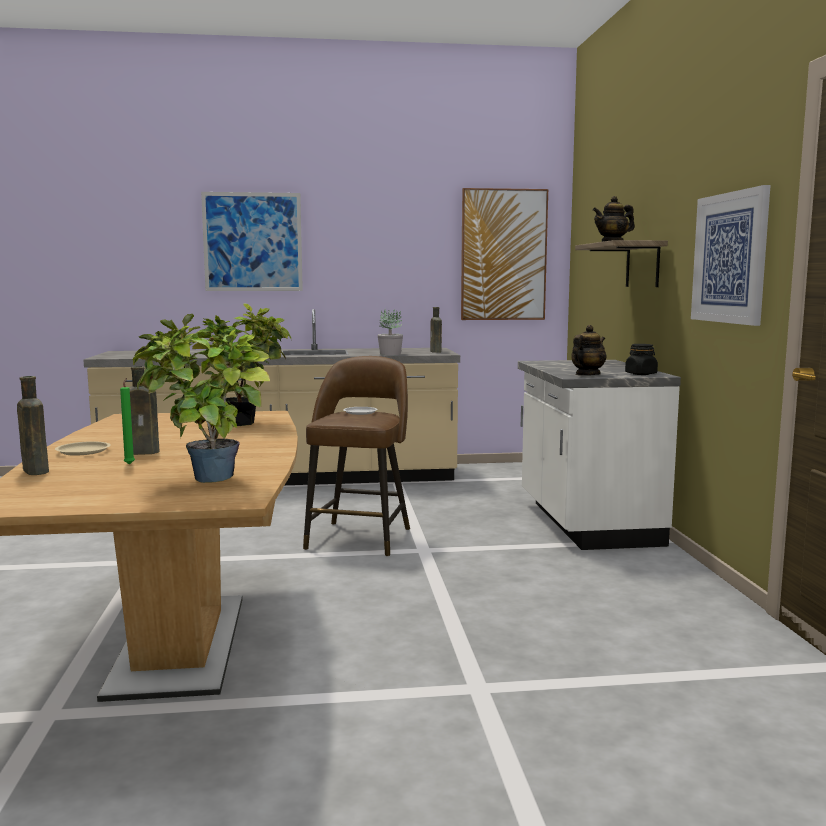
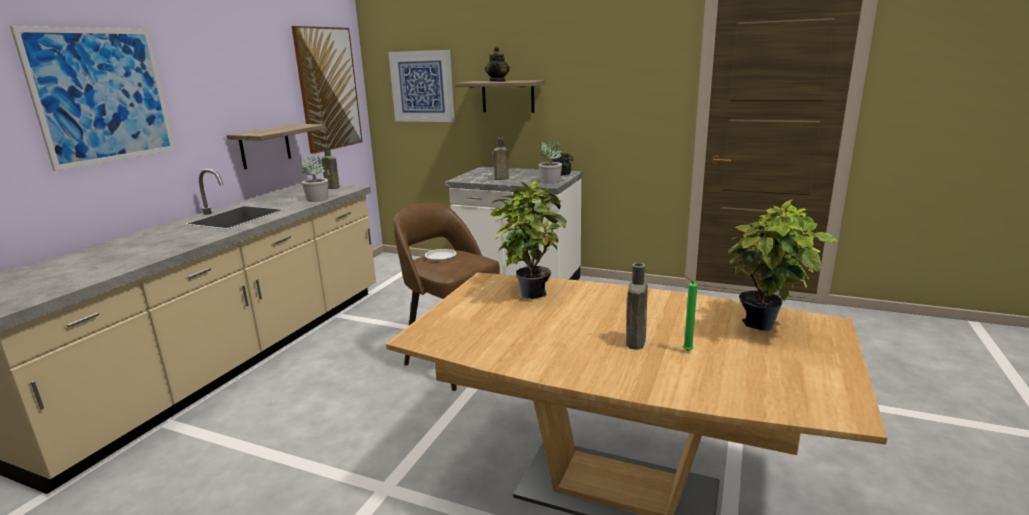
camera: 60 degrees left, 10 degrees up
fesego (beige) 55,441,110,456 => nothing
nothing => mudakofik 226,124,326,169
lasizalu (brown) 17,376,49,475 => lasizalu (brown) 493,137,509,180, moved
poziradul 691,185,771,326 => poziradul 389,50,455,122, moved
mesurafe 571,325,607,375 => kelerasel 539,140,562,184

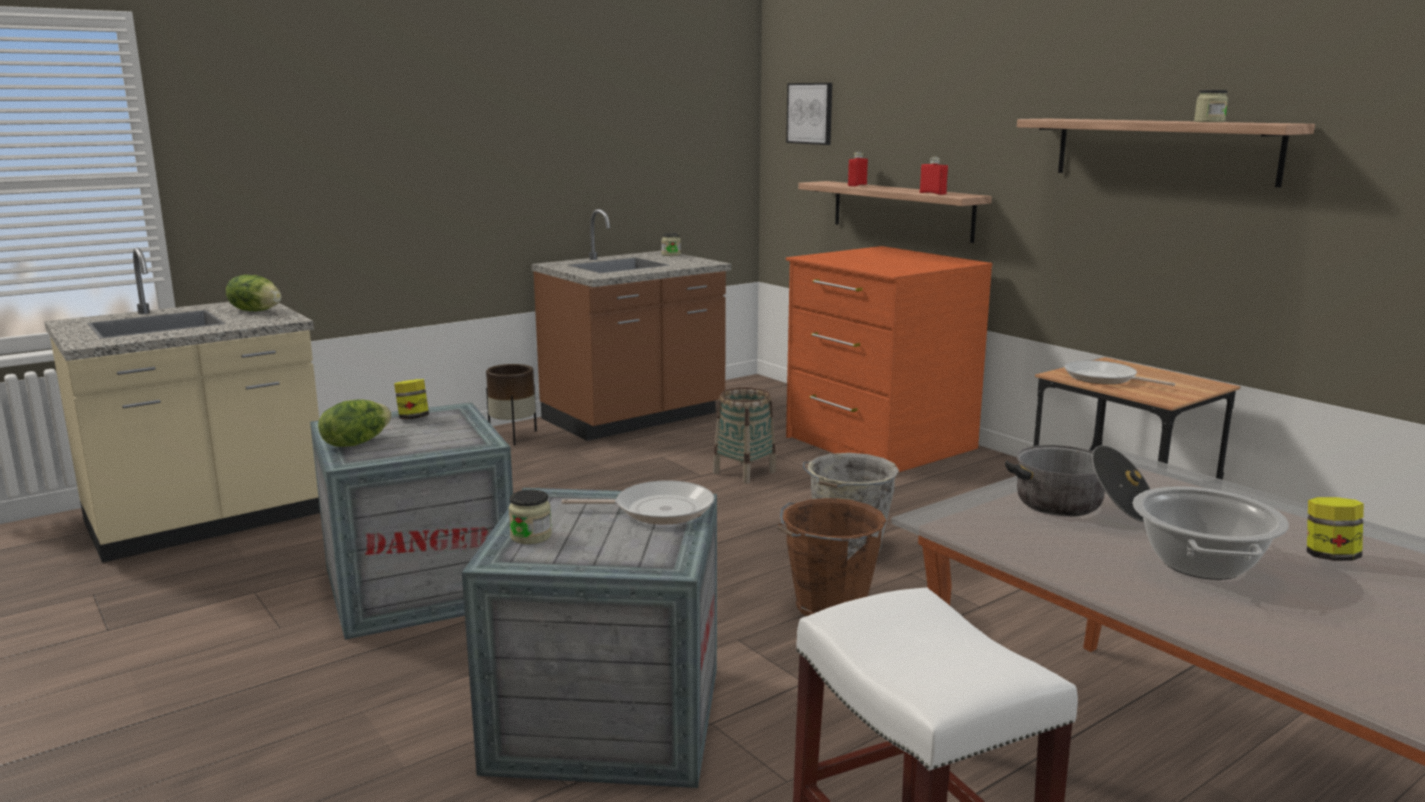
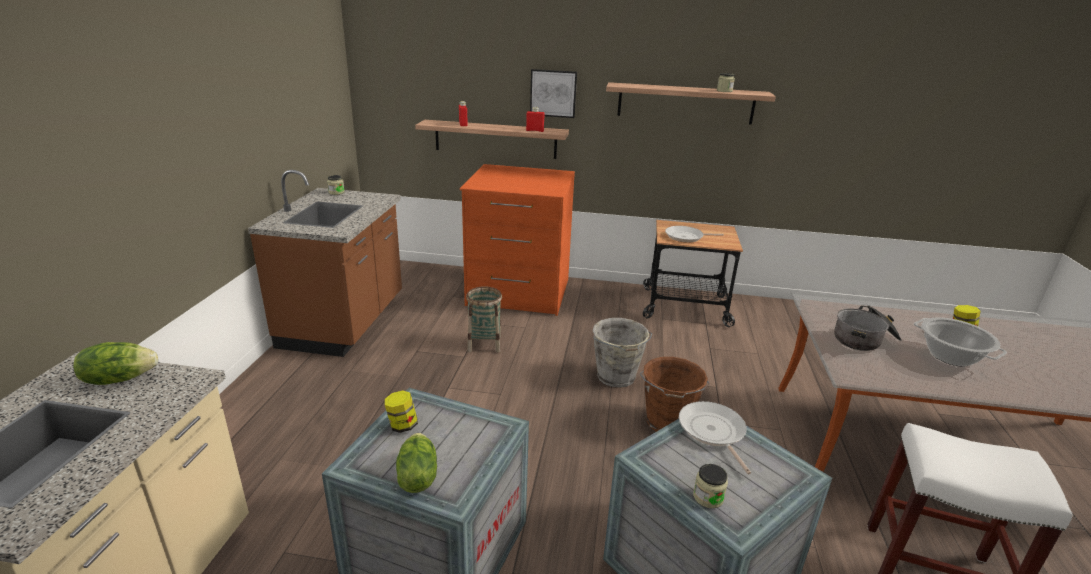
camera: 45 degrees left, 10 degrees up
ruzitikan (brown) 486,364,537,445 => nothing
poziradul 786,83,832,145 => poziradul 530,69,577,118, moved
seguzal 562,480,714,525 => seguzal 679,401,751,475, 60 degrees counterclockwise

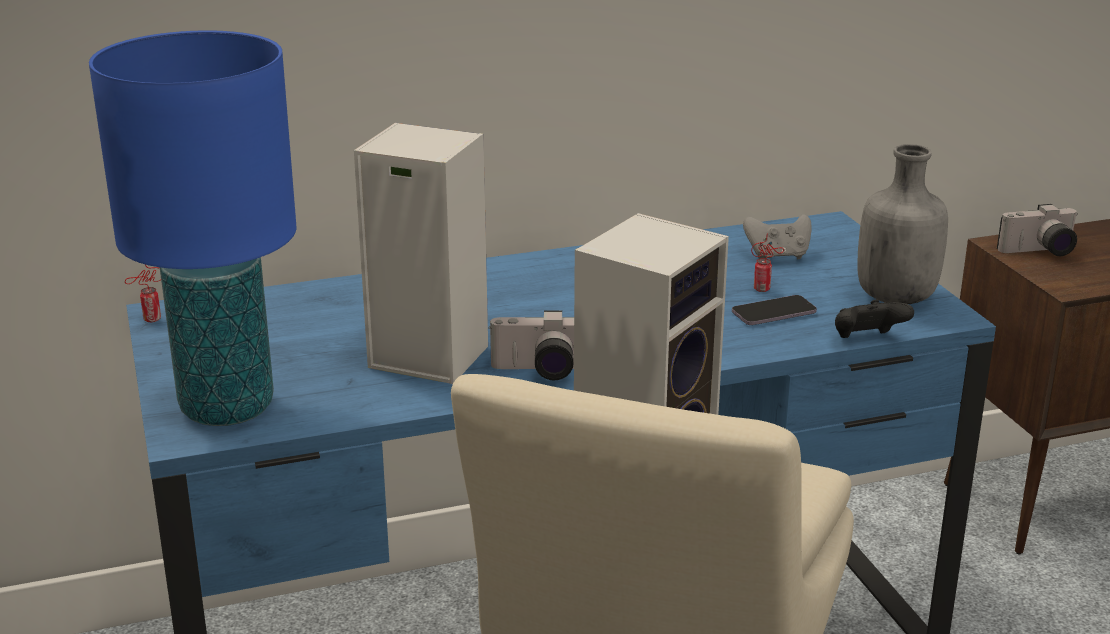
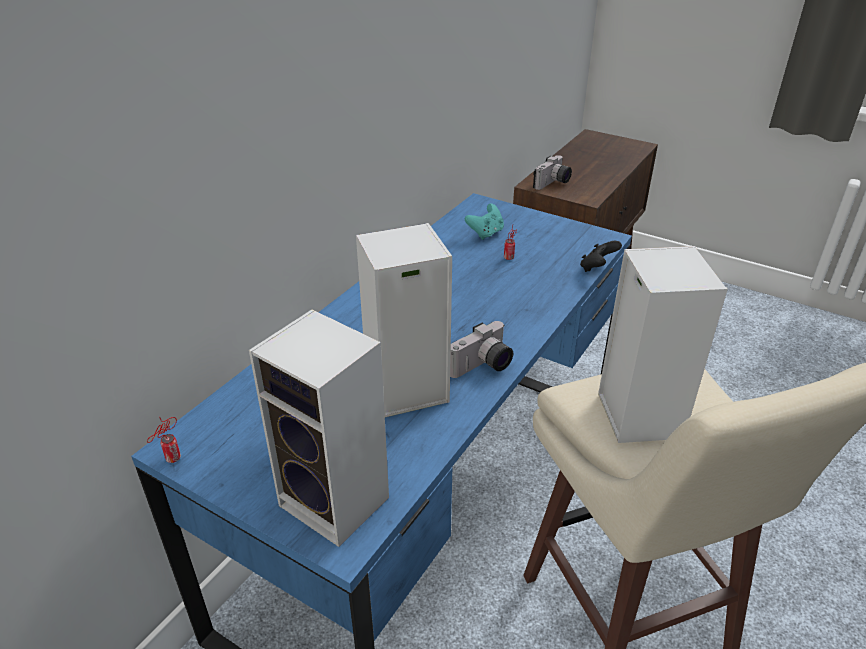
camera: 40 degrees left, 10 degrees up
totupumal 732,295,817,325 => nothing
lasizalu (grey) 857,144,948,304 => nothing
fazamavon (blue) 89,30,297,426 => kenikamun 249,309,389,547
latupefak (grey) 743,214,812,259 => latupefak (turquoise) 465,204,504,240

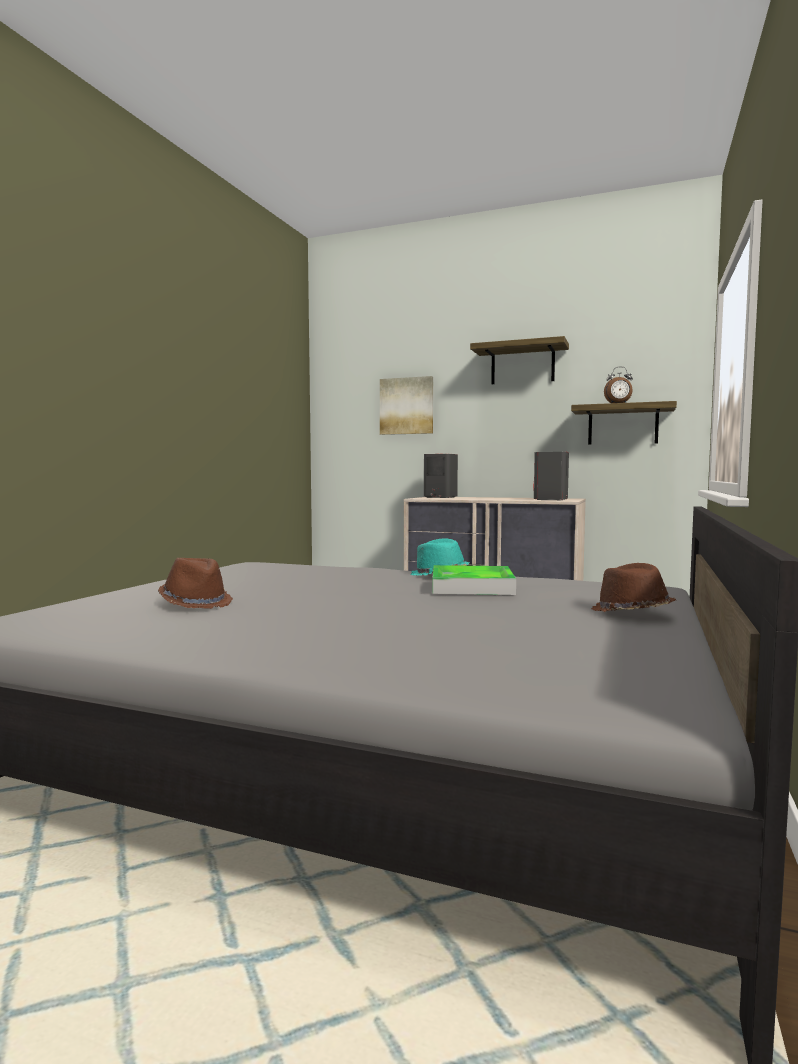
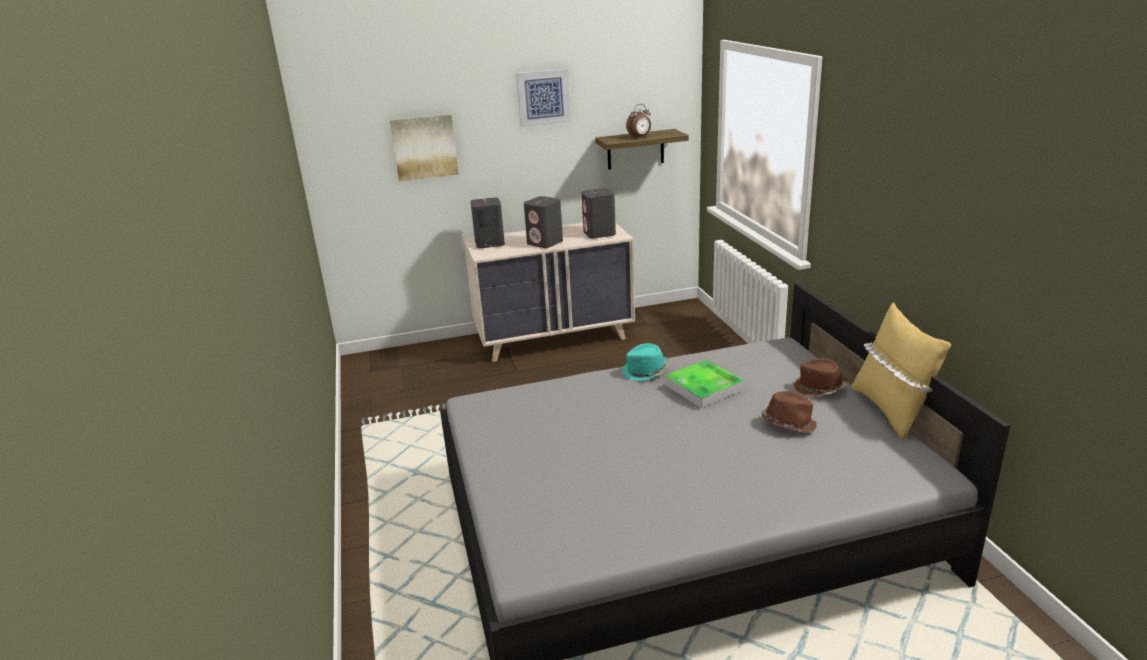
camera: 35 degrees left, 20 degrees up
nothing => kenikamun (grey) 524,196,563,248
nothing => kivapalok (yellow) 851,302,951,440
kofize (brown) 158,558,233,609 => kofize (brown) 761,391,817,433, moved
mudakofik 470,336,569,384 => poziradul 516,69,571,127

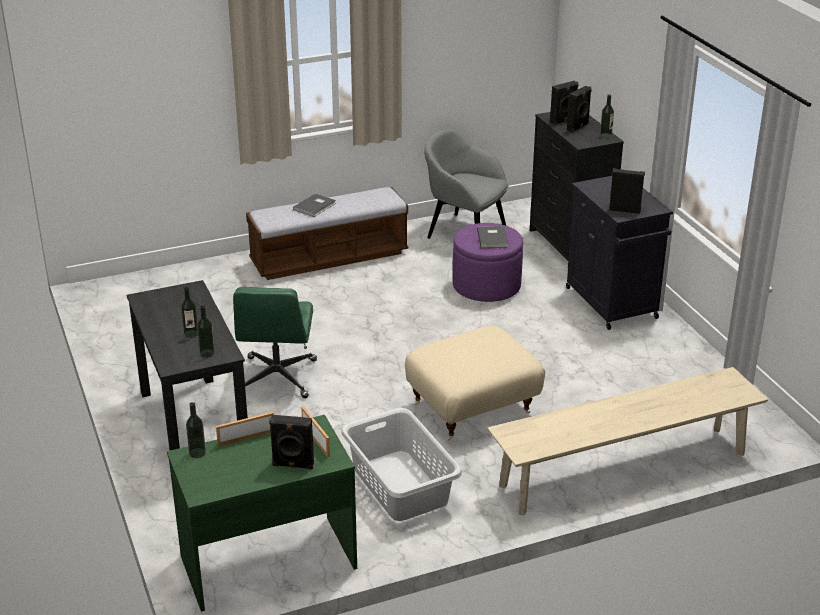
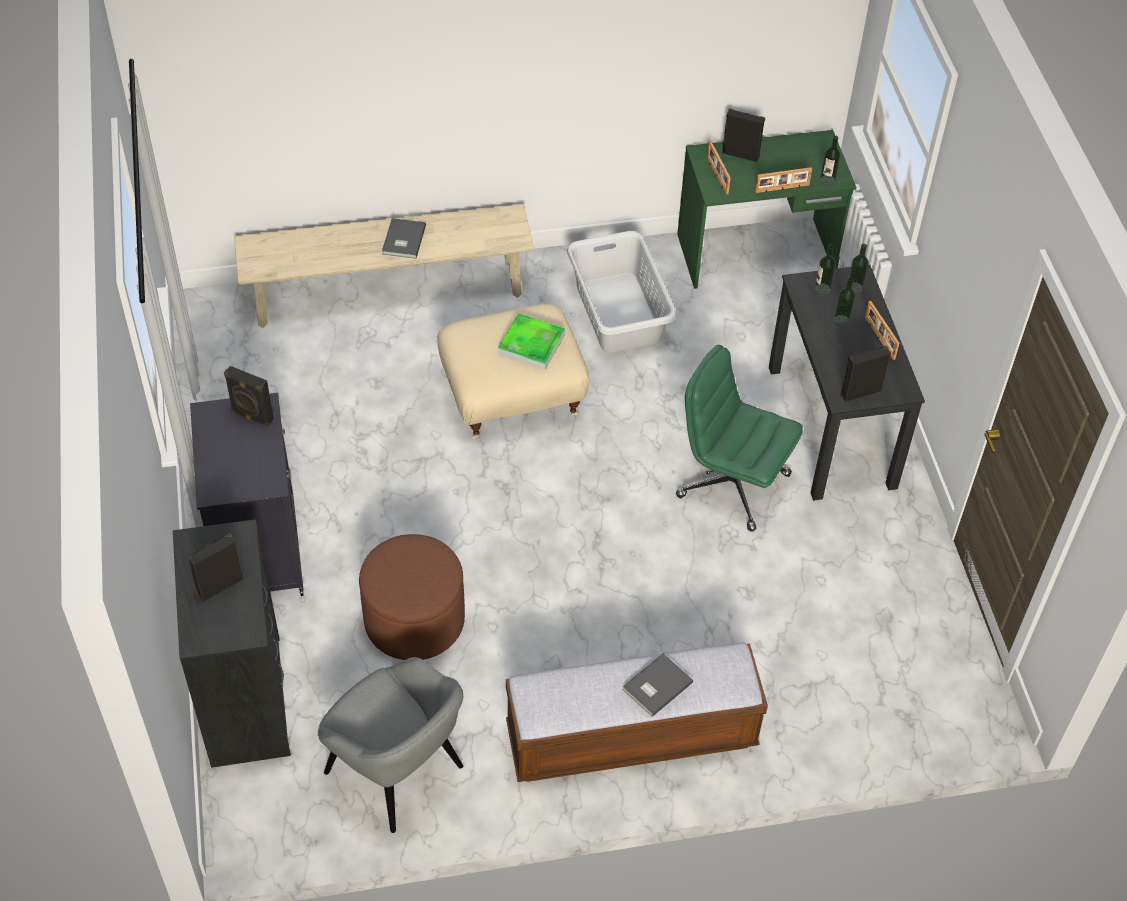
camera: 170 degrees left, 20 degrees up
nothing => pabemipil 498,313,565,370
nothing => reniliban 865,301,899,360
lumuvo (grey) 477,226,508,248 => lumuvo (grey) 382,218,426,259, moved
kenikamun (black) 550,81,579,125 => kenikamun (black) 840,346,891,402, moved
lasizalu 600,94,614,138 => lasizalu 849,244,869,294, moved
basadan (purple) 453,223,523,302 => basadan (brown) 359,534,465,660
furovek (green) 233,287,317,398 => furovek (green) 676,345,803,532, 75 degrees counterclockwise

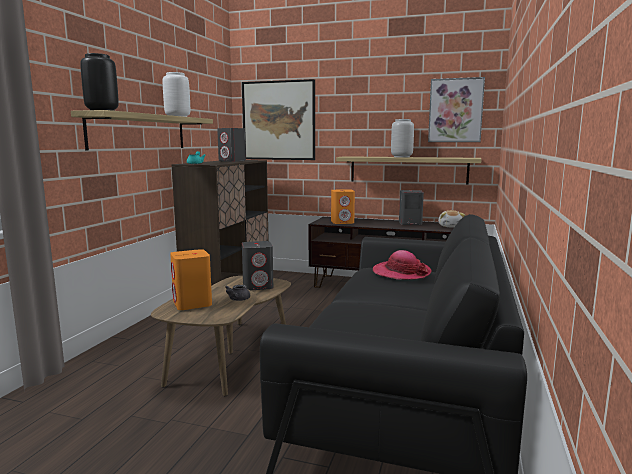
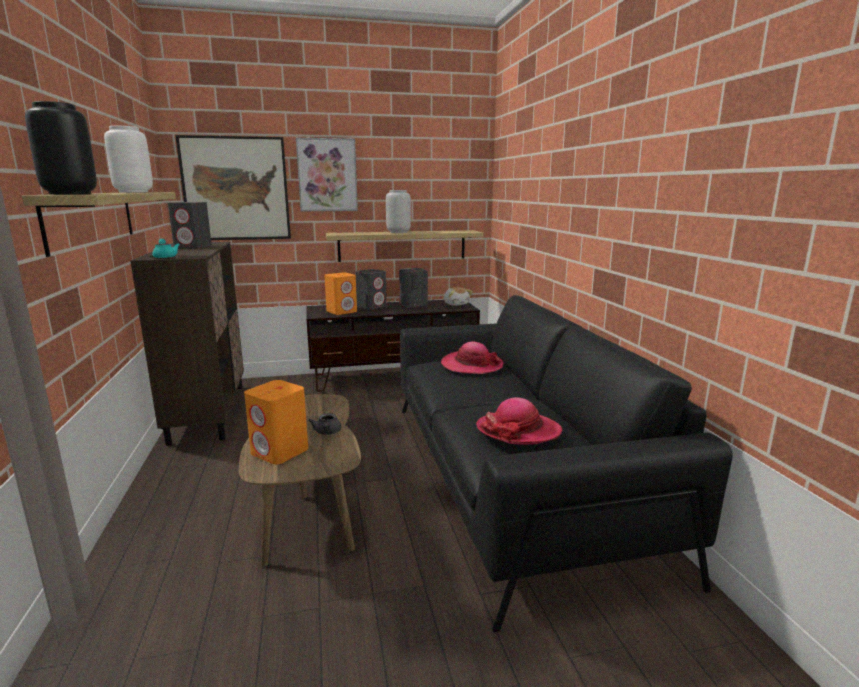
camera: 30 degrees left, 5 degrees up
nothing => kofize 476,397,562,445
kenikamun (grey) 242,241,273,290 => kenikamun (grey) 355,269,387,310, moved
poziradul 428,77,485,142 => poziradul 296,138,358,211, moved

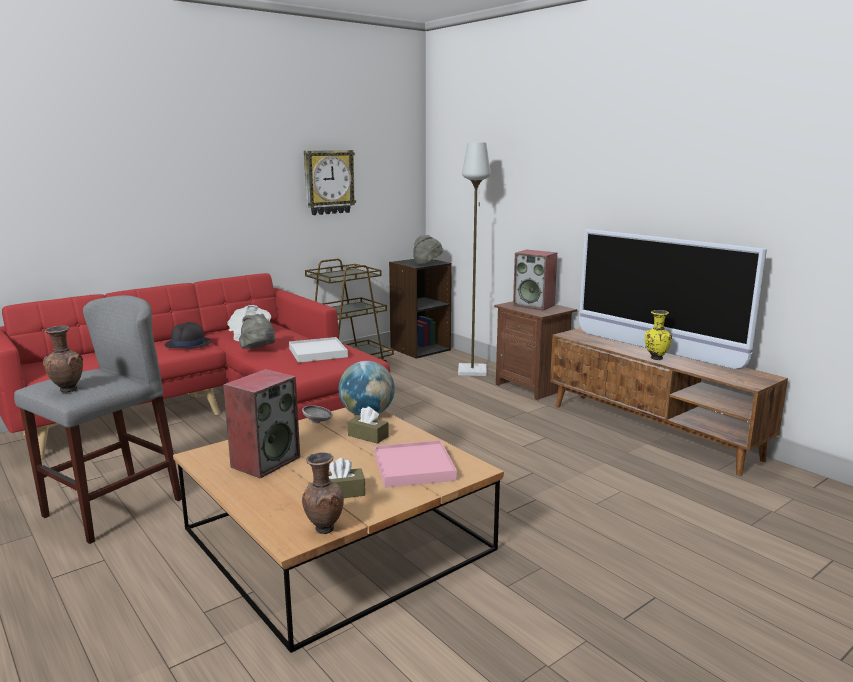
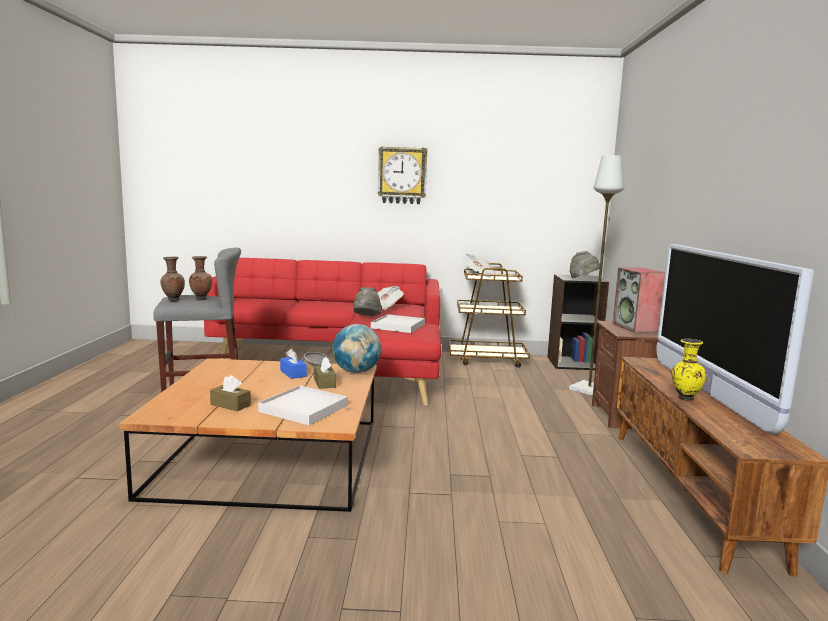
camera: 40 degrees right, 5 degrees down
kofize (black) 165,322,211,349 => nothing
kenikamun 223,369,300,479 => nothing
nothing => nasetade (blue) 280,349,307,379
nothing => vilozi 463,254,497,278
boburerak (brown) 302,452,344,534 => boburerak (brown) 189,256,212,299, moved
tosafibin 304,150,356,215 => tosafibin 378,146,427,204, moved
pabemipil (pink) 374,440,457,488 => pabemipil (white) 258,385,348,425

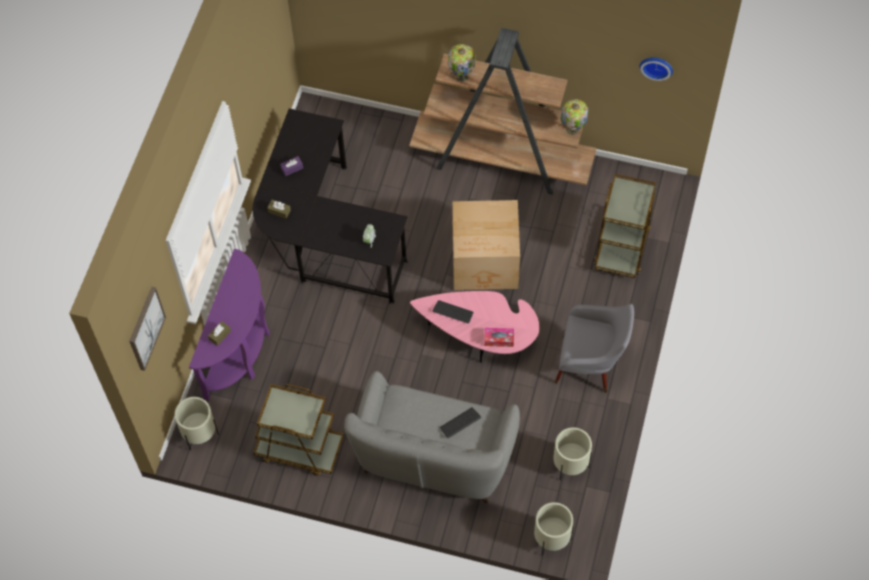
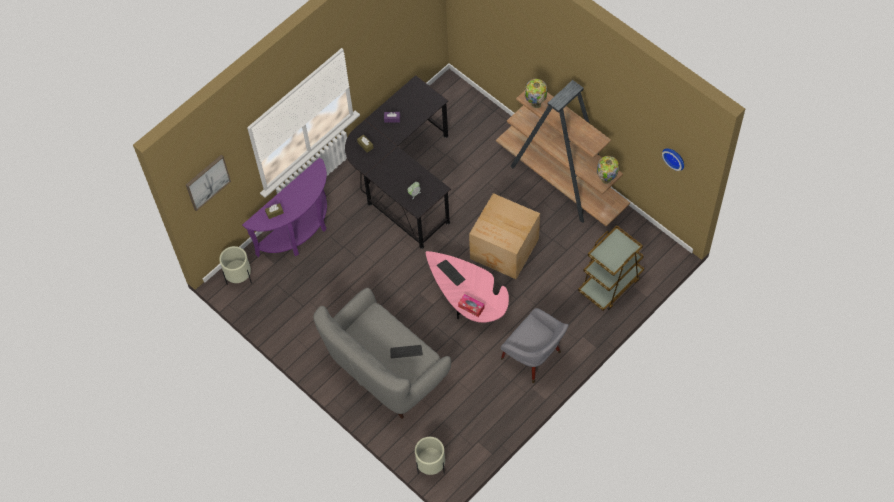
camera: 30 degrees right, 0 degrees up
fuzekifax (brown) 253,384,344,476 => nothing
ruzitikan (beige) 553,427,592,480 => nothing

